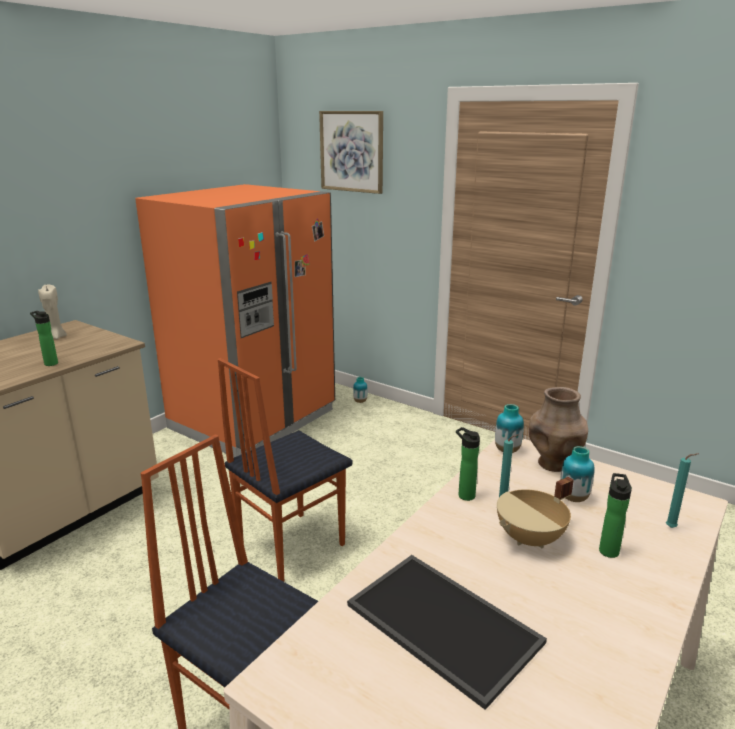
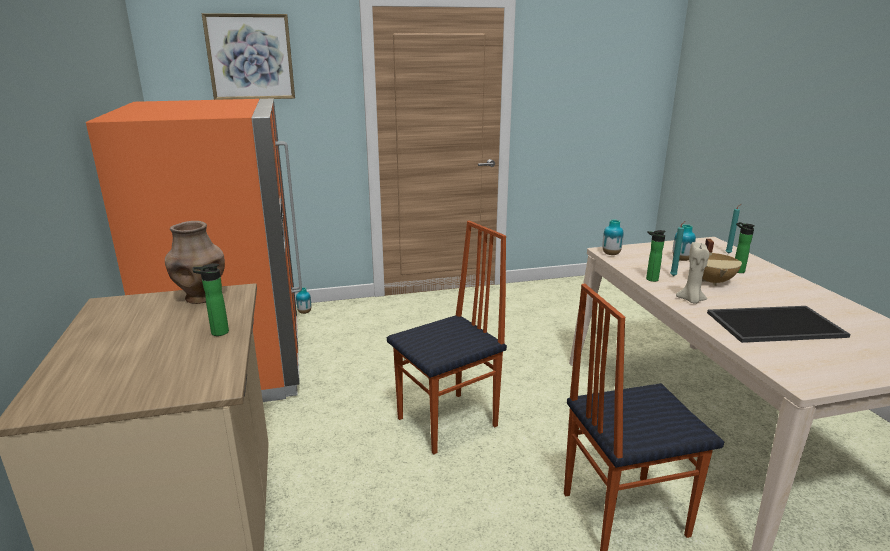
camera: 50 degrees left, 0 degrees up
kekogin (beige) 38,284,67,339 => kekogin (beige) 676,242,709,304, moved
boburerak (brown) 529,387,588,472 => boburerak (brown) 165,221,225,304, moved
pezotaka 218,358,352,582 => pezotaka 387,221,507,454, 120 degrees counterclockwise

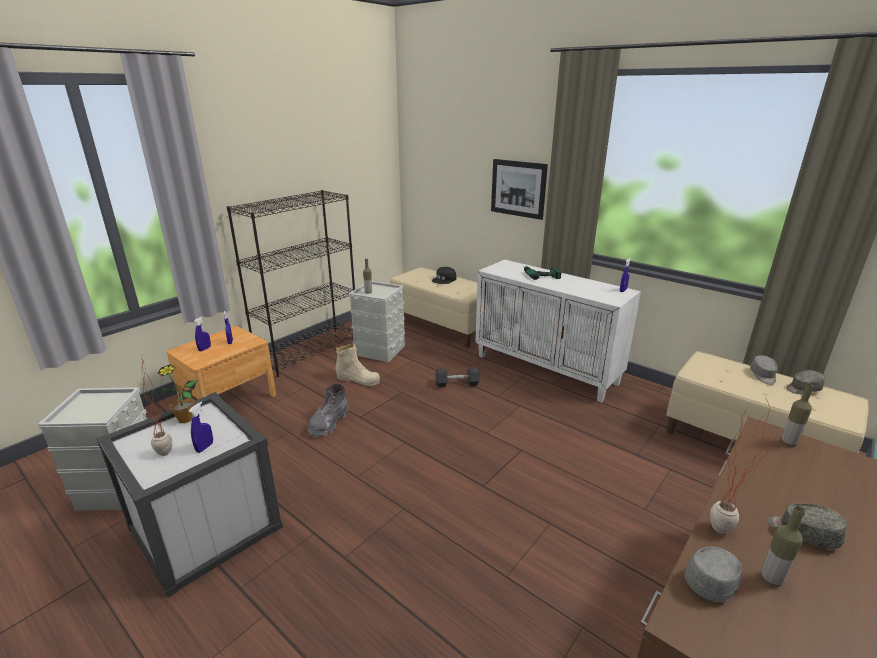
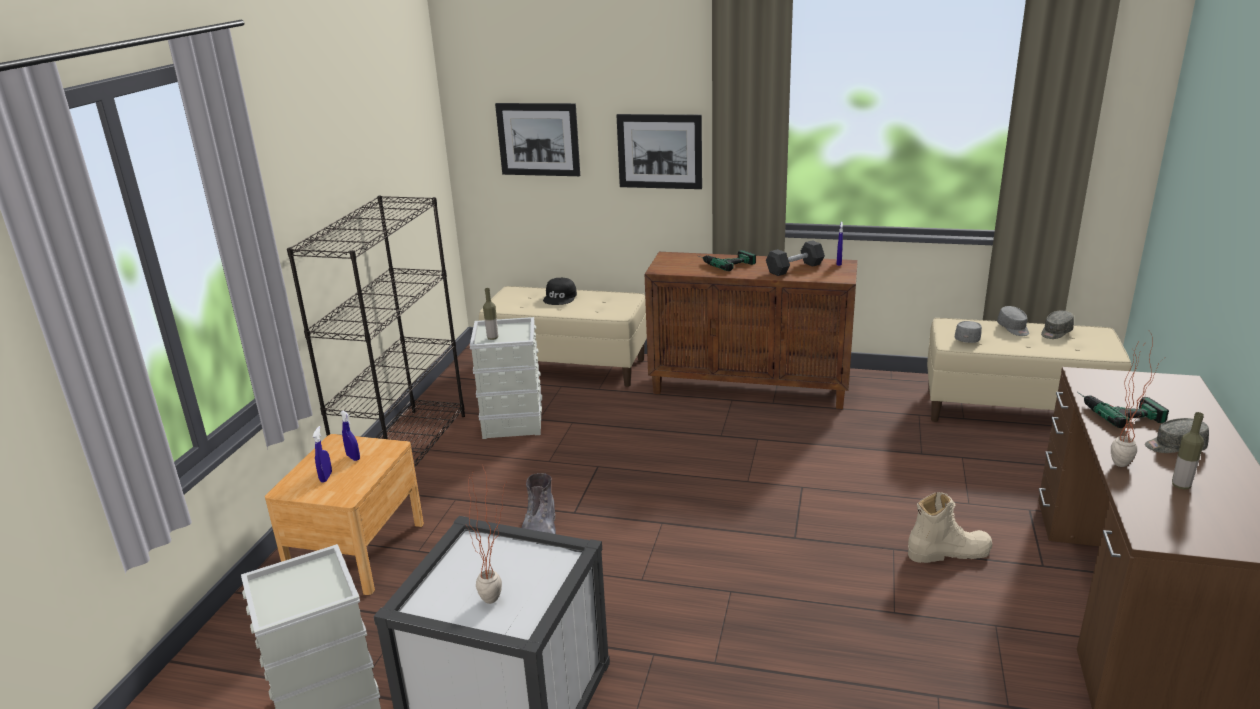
camera: 25 degrees left, 0 degrees up
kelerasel 157,365,197,423 => nothing
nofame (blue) 189,402,213,453 => nothing
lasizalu 781,384,814,446 => nothing
nothing => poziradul 495,103,580,176
nothing => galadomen 1077,392,1169,428
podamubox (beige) 335,343,380,386 => podamubox (beige) 908,492,992,563, moved
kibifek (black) 436,367,480,387 => kibifek (black) 766,240,825,276, moved
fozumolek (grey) 685,547,742,602 => fozumolek (grey) 955,321,982,343, moved
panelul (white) 475,260,641,403 => panelul (brown) 645,252,858,409

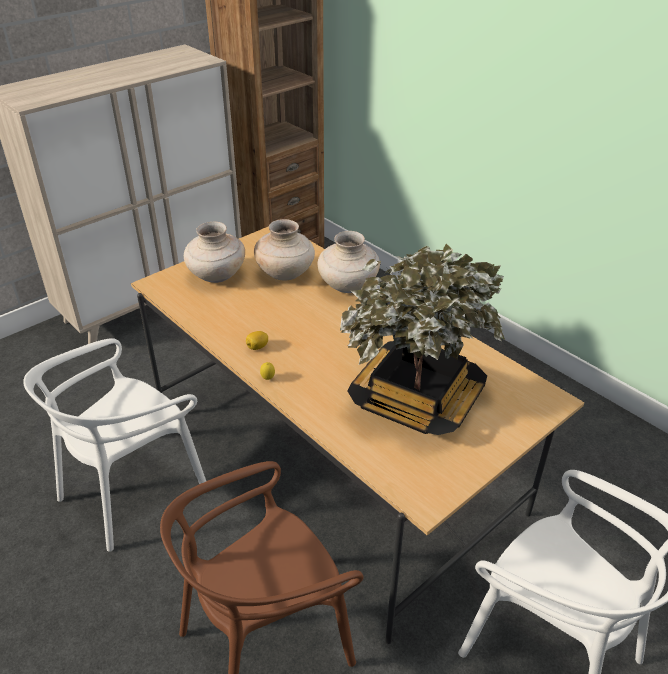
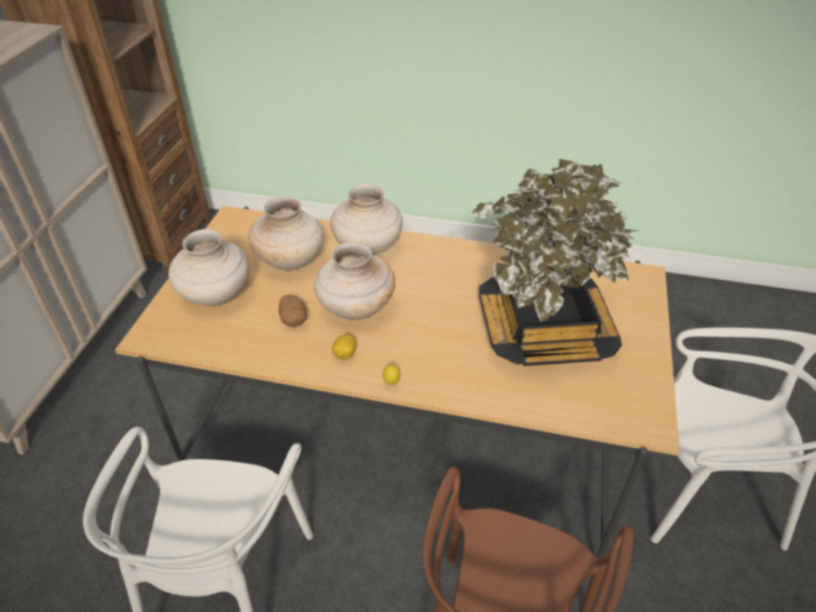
camera: 35 degrees left, 5 degrees up
nothing => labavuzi 279,294,307,327
nothing => boburerak (beige) 314,242,395,320

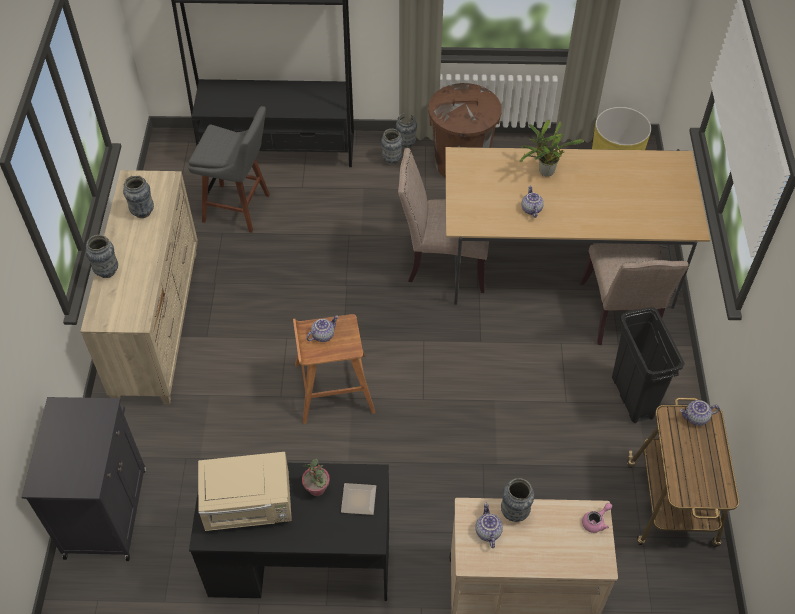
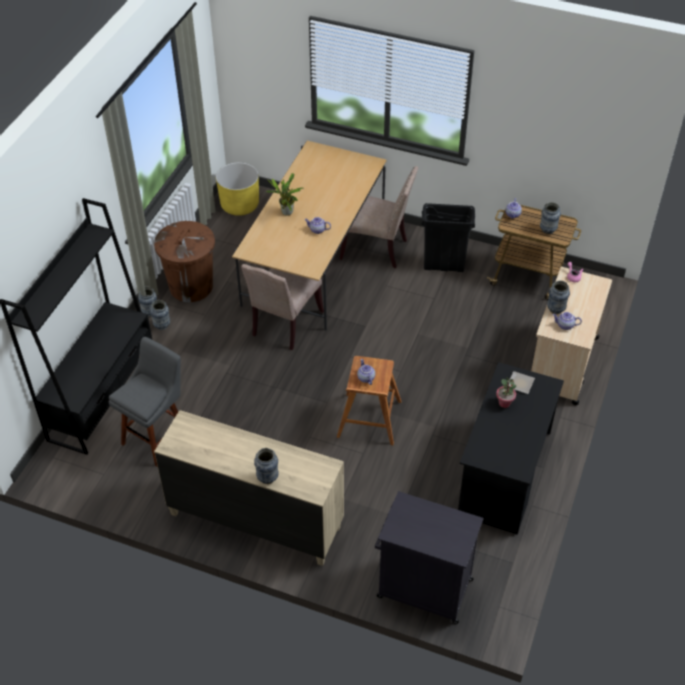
camera: 70 degrees left, 5 degrees down
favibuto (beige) 198,452,292,531 => nothing
boburerak 123,176,154,218 => boburerak 540,202,561,234, moved

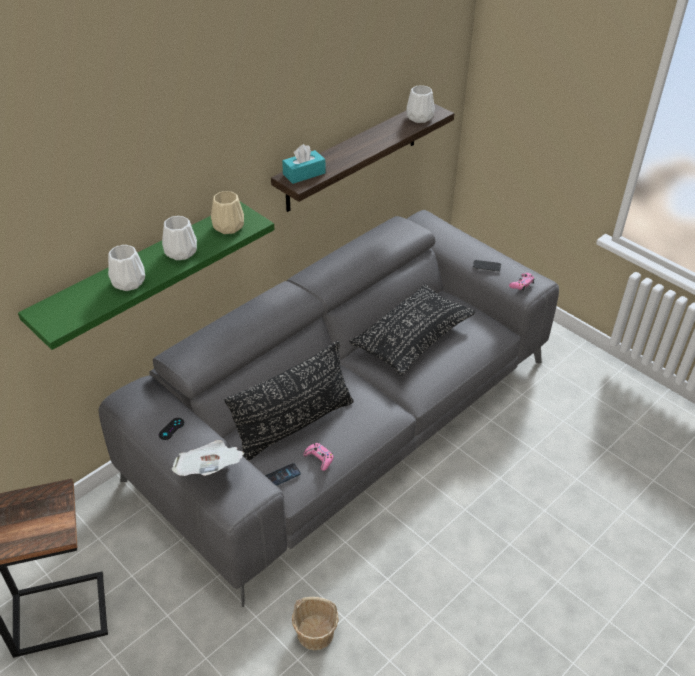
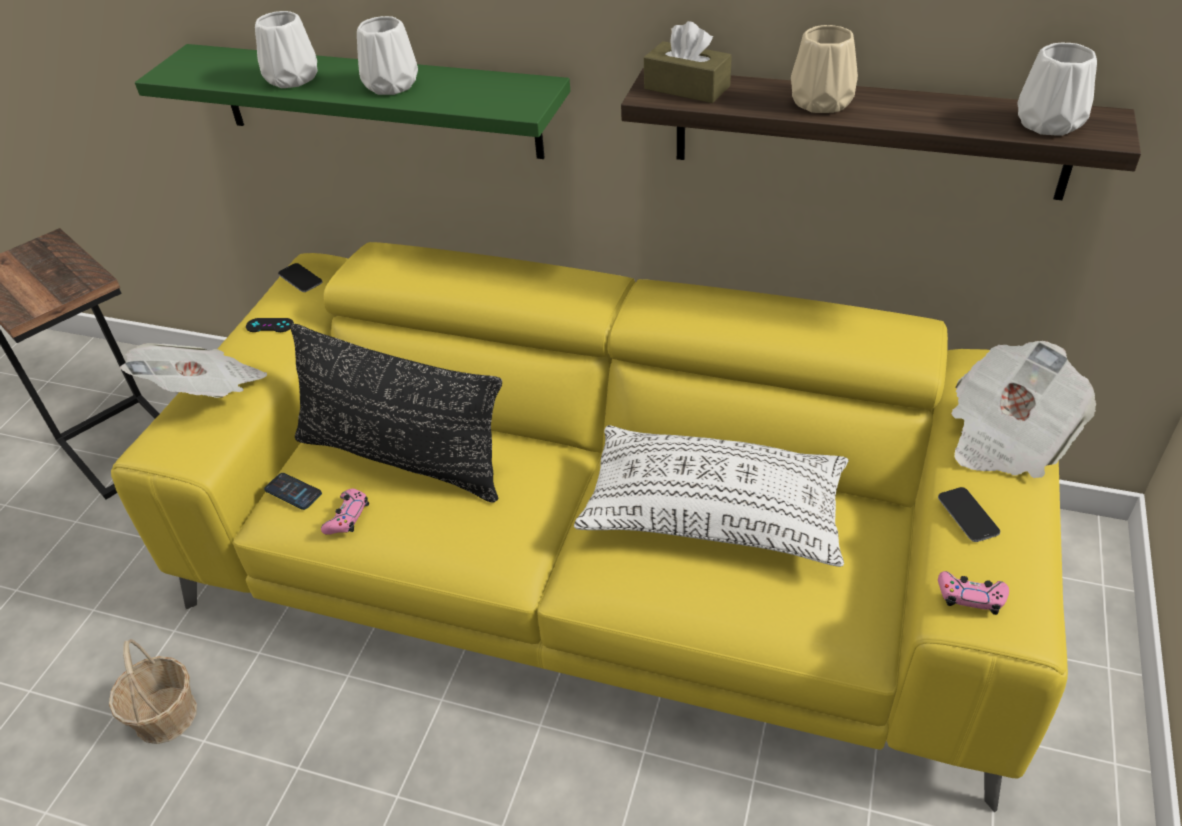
camera: 65 degrees right, 0 degrees up
nothing => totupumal 278,263,323,292
nothing => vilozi 951,341,1096,478
boburerak (beige) 211,191,244,234 => boburerak (beige) 791,25,858,113, moved
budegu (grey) 99,210,559,607 => budegu (yellow) 111,242,1068,812
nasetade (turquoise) 282,144,325,184 => nasetade (brown) 644,21,732,103
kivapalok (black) 349,284,475,376 => kivapalok (white) 574,425,849,567

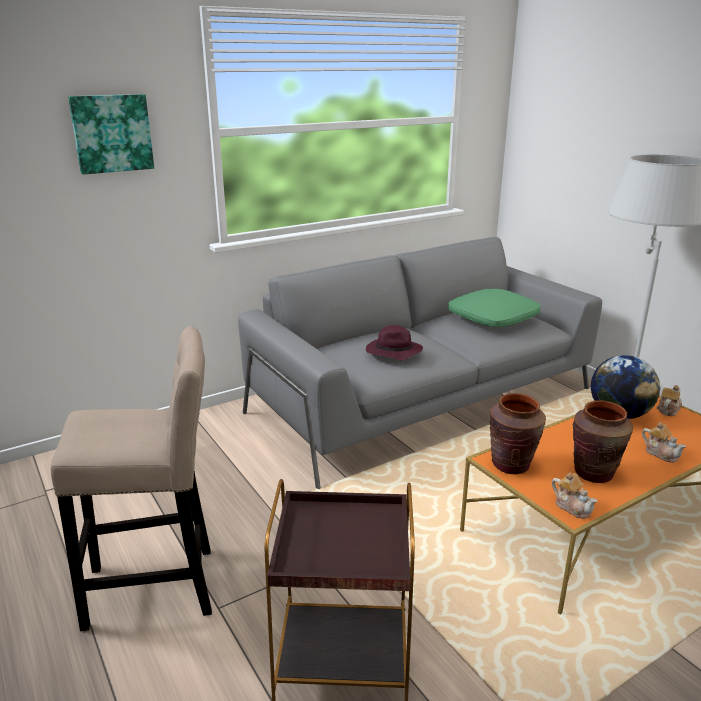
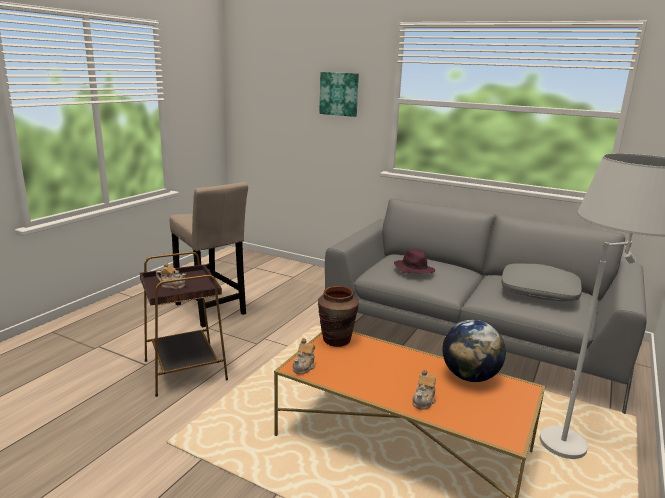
camera: 60 degrees right, 5 degrees down
boburerak (brown) 572,400,633,483 => nothing
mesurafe 657,385,682,416 => mesurafe 156,262,186,289, moved
kivapalok (green) 448,289,541,327 => kivapalok (grey) 501,263,582,301

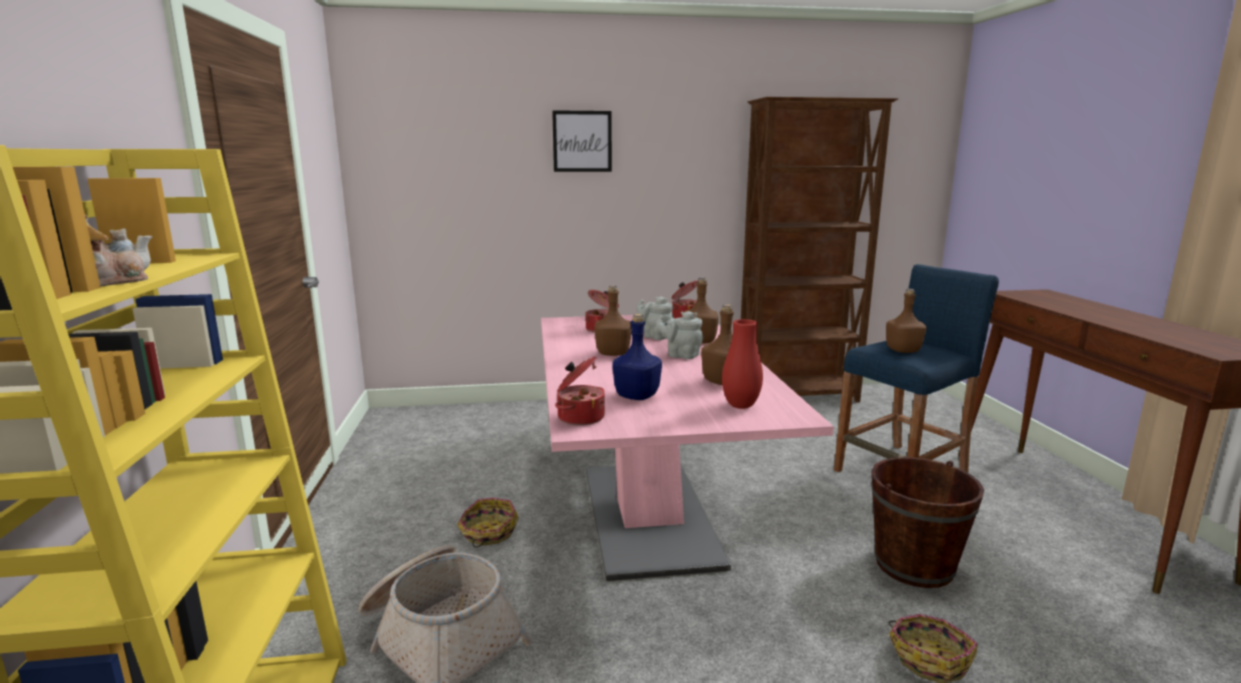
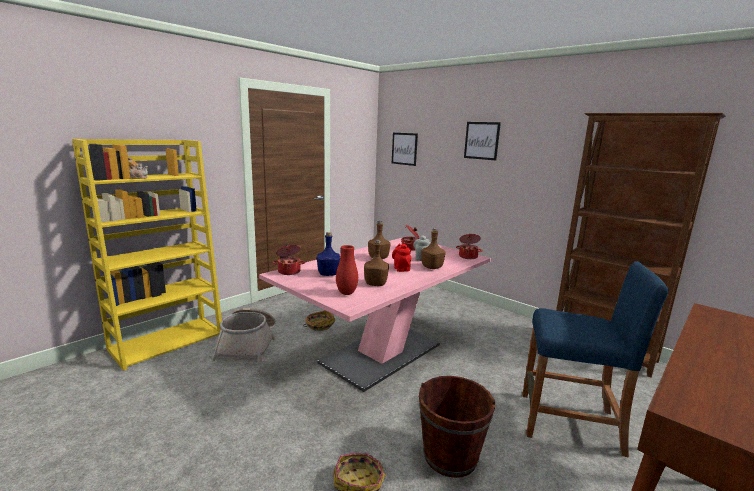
camera: 50 degrees right, 0 degrees up
lasizalu (brown) 886,289,927,353 => nothing
nothing => poziradul 392,133,418,166
mesurafe (grey) 656,311,703,359 => mesurafe (red) 392,243,411,272

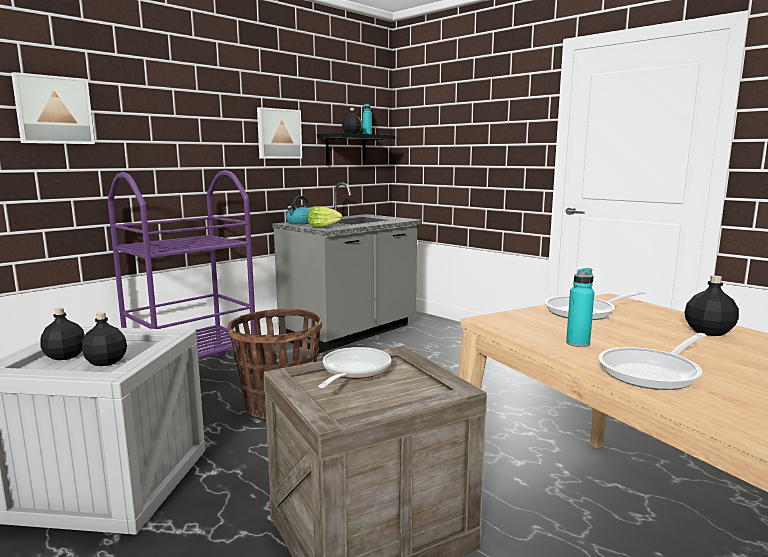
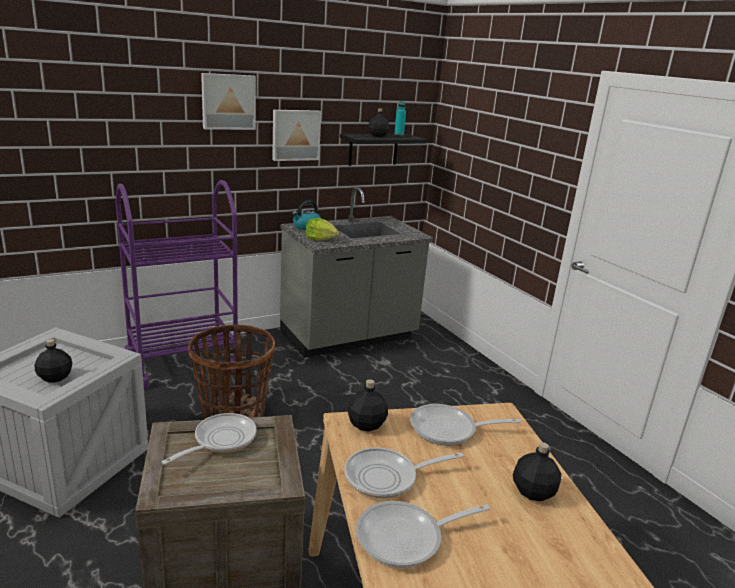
camera: 15 degrees right, 10 degrees up
poziradul 11,72,95,144 => poziradul 201,73,256,130, moved
lasizalu (black) 40,308,85,360 => lasizalu (black) 347,379,388,431, moved
lasizalu (turquoise) 566,268,594,347 => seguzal 345,448,464,499

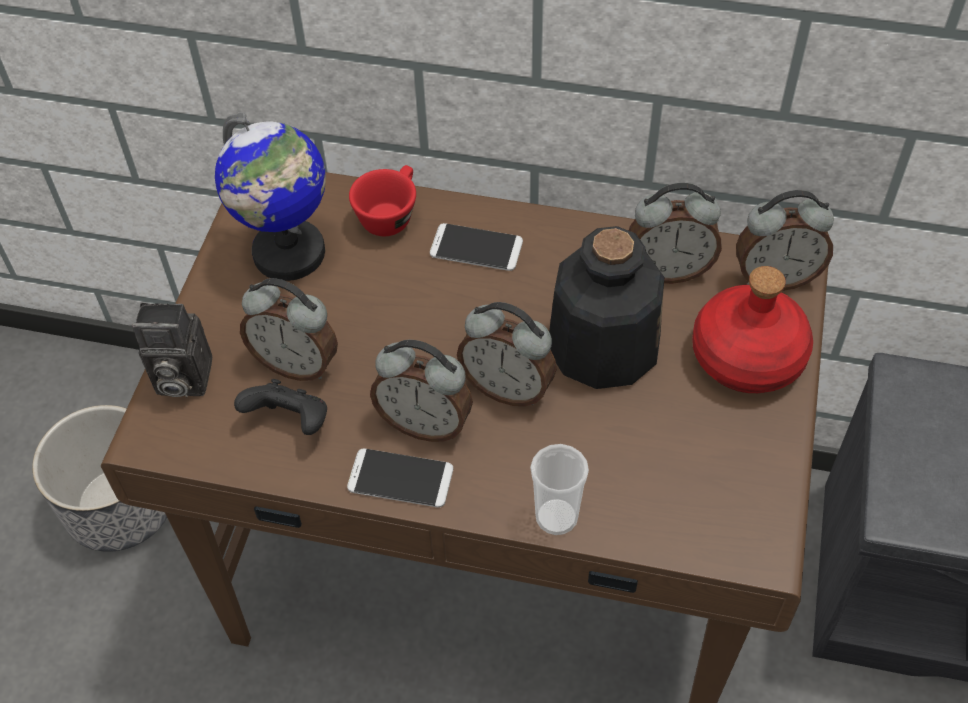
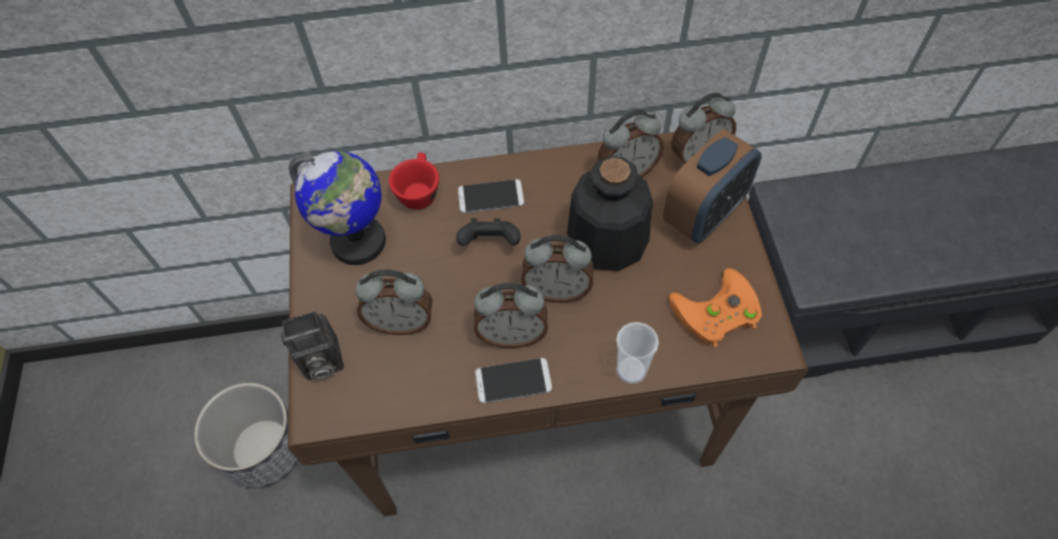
camera: 20 degrees left, 5 degrees up
nothing => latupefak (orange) 669,268,762,347
latupefak (black) 234,379,327,435 => latupefak (black) 456,218,521,246, moved
lasizalu (red) 692,266,813,393 => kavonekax 663,129,762,243

